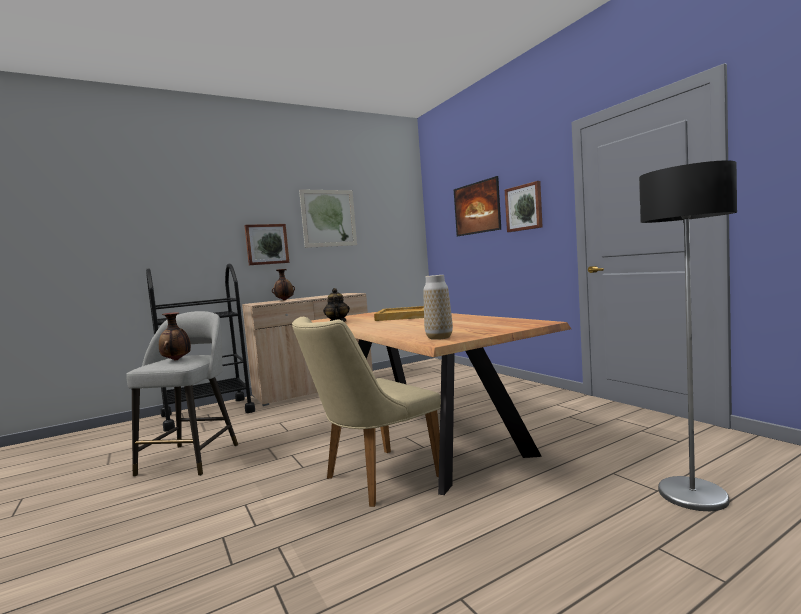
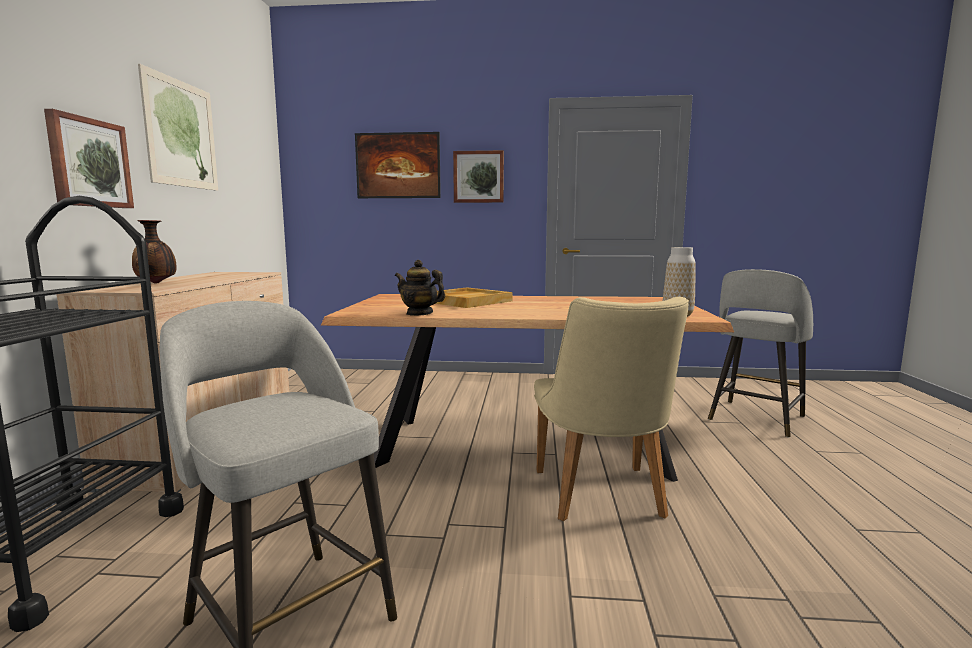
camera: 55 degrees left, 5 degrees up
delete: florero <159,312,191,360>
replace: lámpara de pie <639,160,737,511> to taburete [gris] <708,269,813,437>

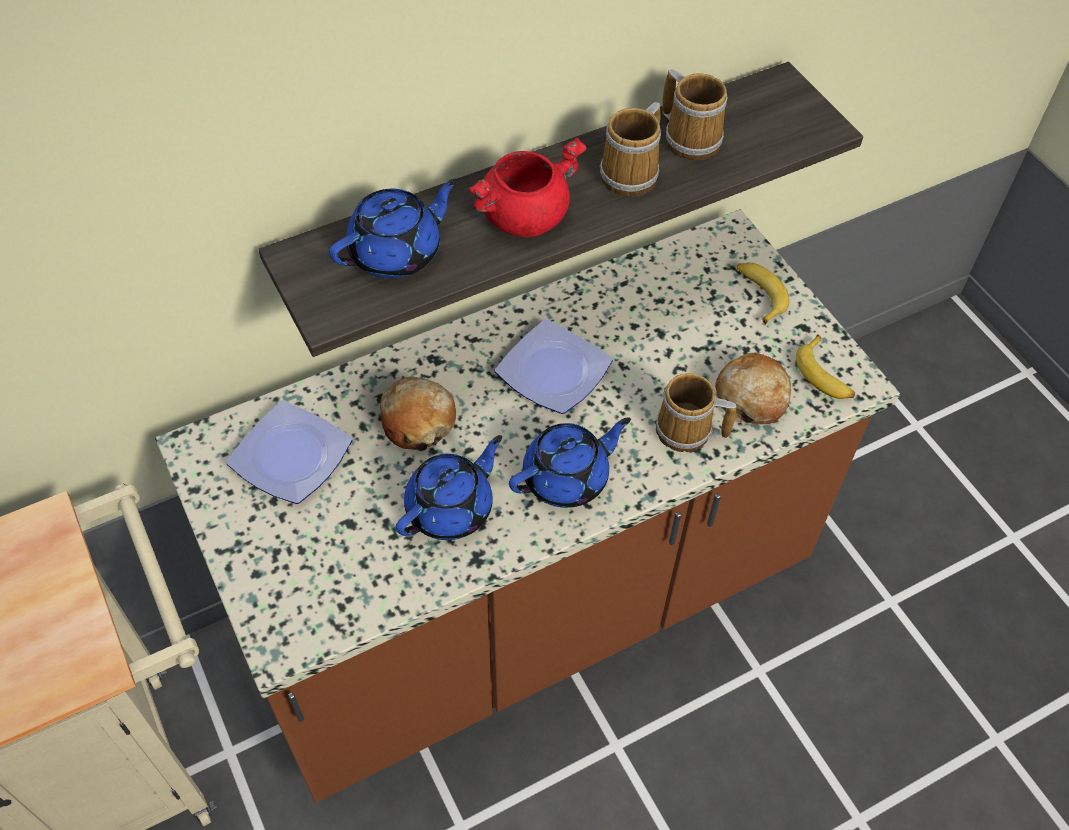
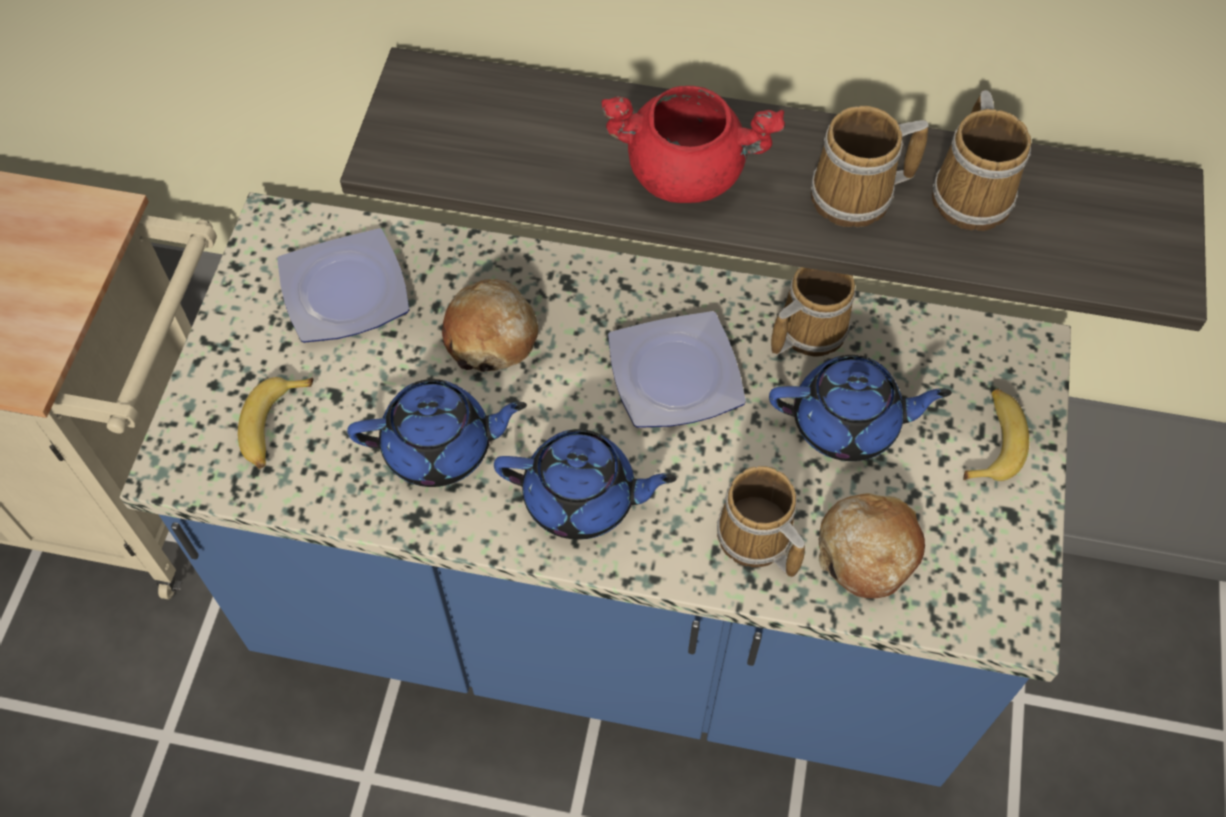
camera: 40 degrees right, 5 degrees up
insert: taza grande <771,267,856,357>
move: tetera [azul] <329,179,458,278> to <769,355,952,461>; plátano <796,334,855,399> to <238,377,314,469>
recolor: mueble bajo de cocina [marrón] <155,209,900,803> to mueble bajo de cocina [azul] <120,192,1071,787>

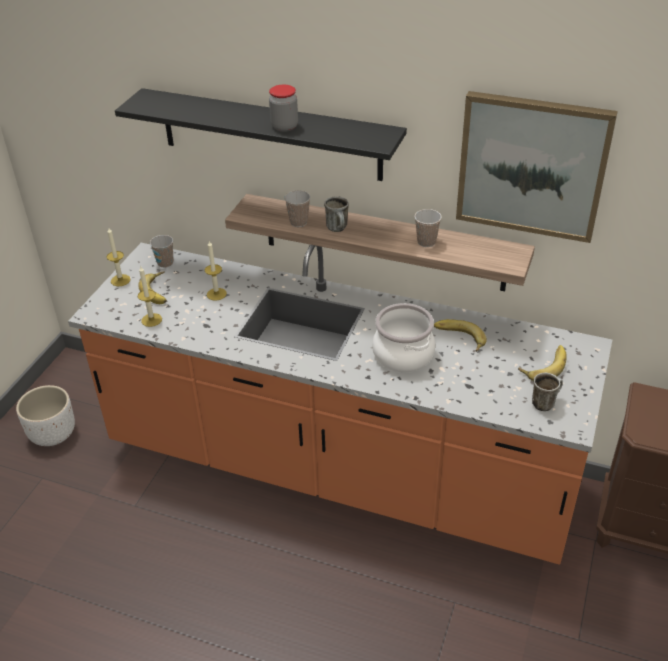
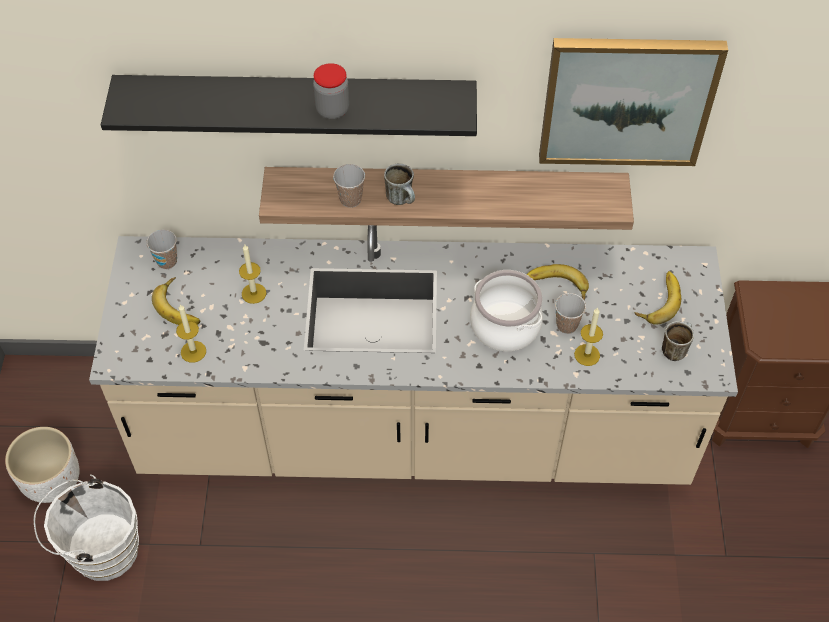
camera: 20 degrees left, 15 degrees up
insert: cubo [blanco] <34,474,139,581>
move: vela <107,228,131,286> to <574,307,603,366>; taza <414,209,442,247> to <555,293,586,334>
recolor: mueble bajo de cocina [naranja] <68,243,612,565> to mueble bajo de cocina [beis] <89,225,738,485>

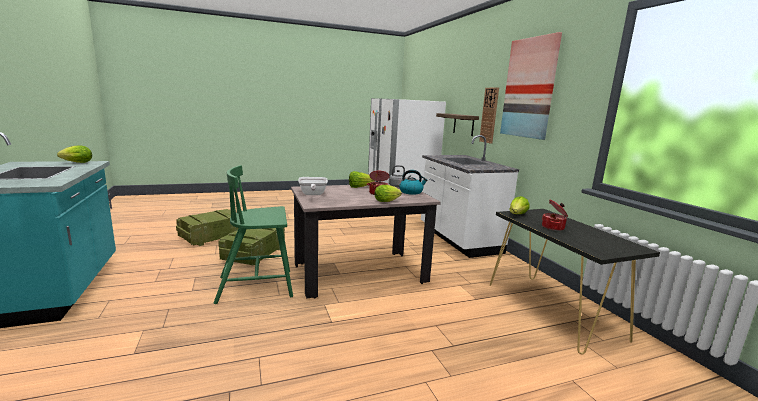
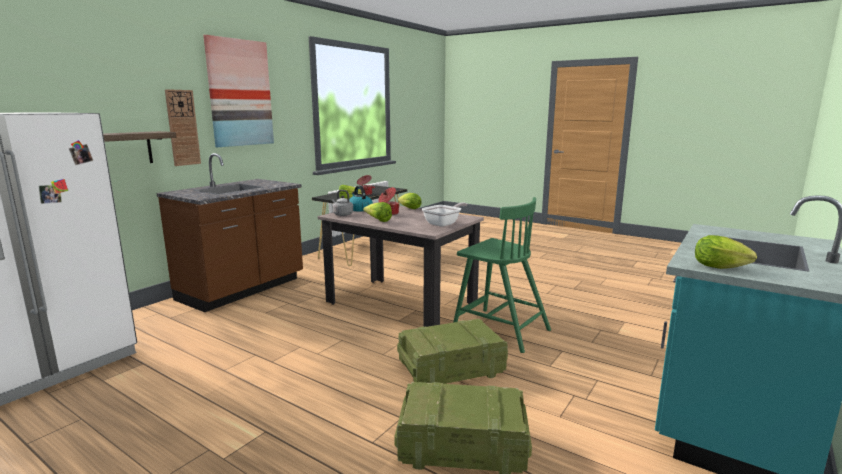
camera: 125 degrees left, 0 degrees up
recolor: mueble bajo de cocina [blanco] <421,135,519,258> to mueble bajo de cocina [marrón] <156,153,303,312>

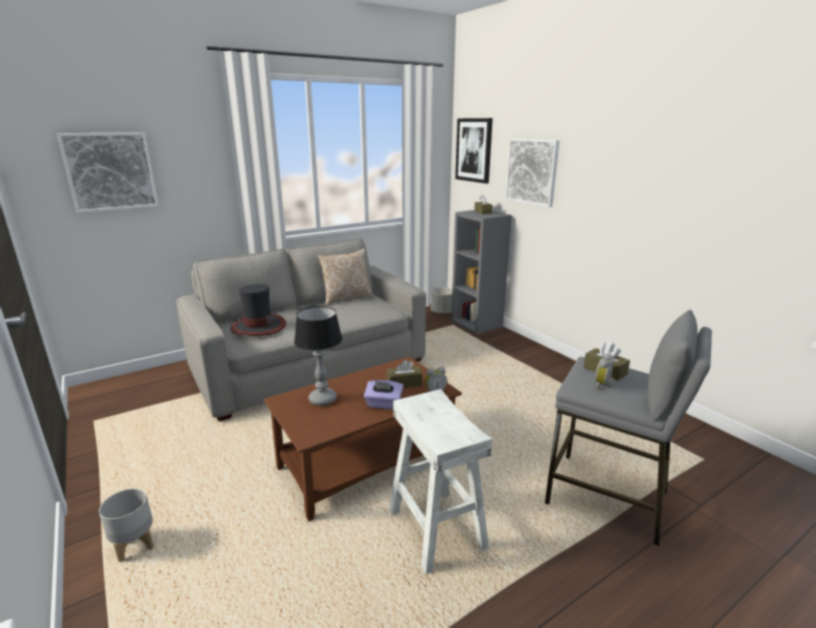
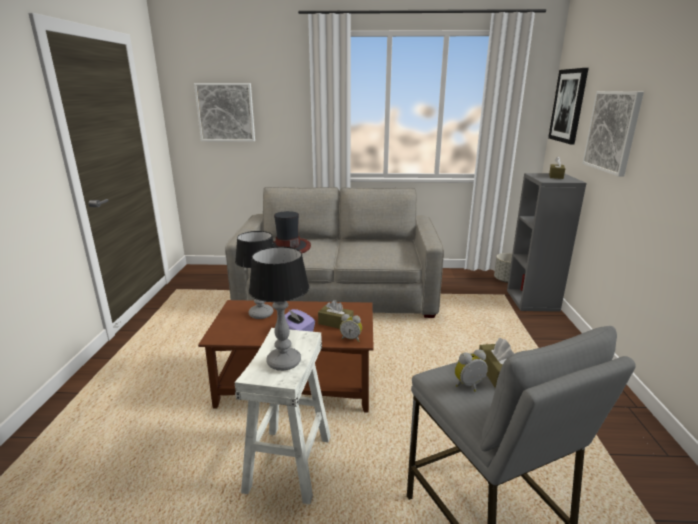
camera: 35 degrees right, 0 degrees up
delete: maceta [gris] <99,488,154,562>; cojín <318,249,374,306>
insert: lámpara de mesa <249,247,309,371>

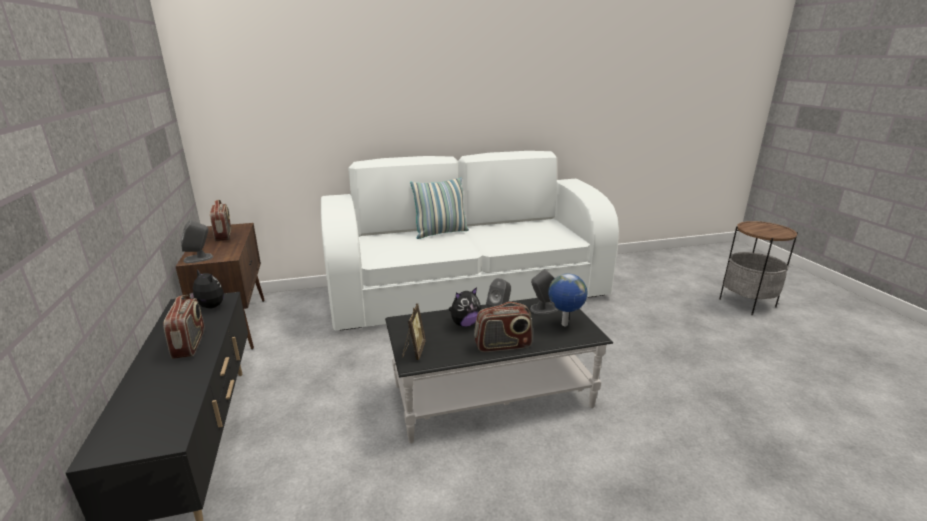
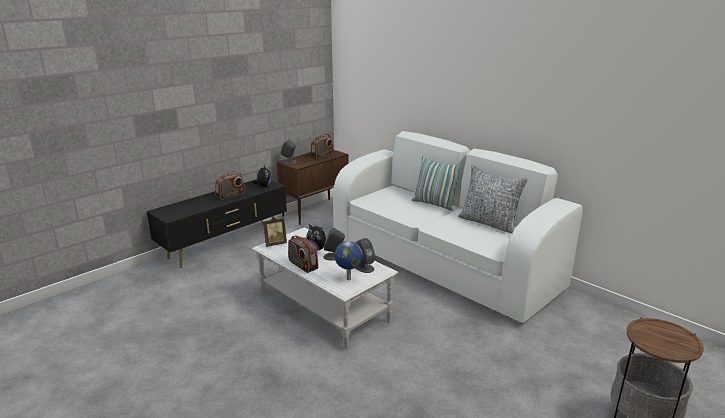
camera: 60 degrees right, 0 degrees up
insert: cojín <458,165,528,234>
recolor: mesa de centro [negro] <385,298,613,443> to mesa de centro [blanco] <252,227,399,349>

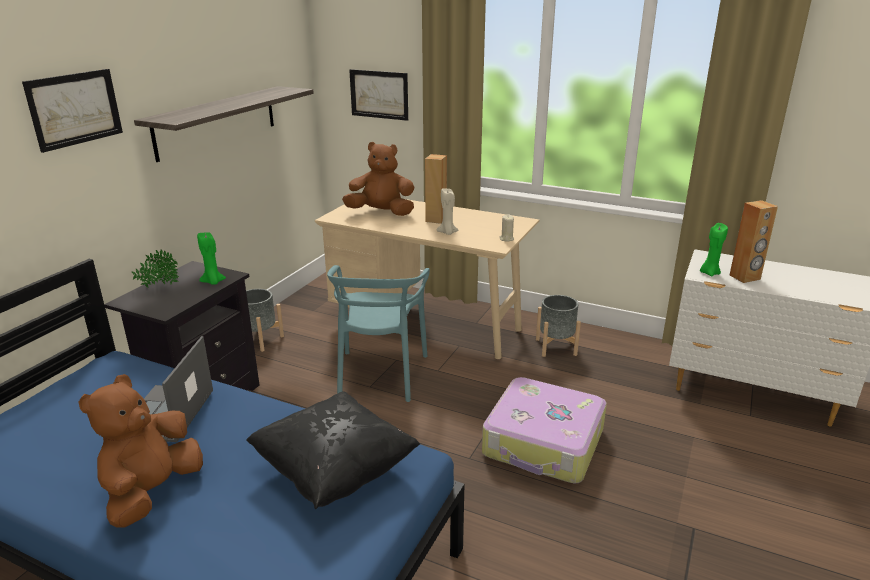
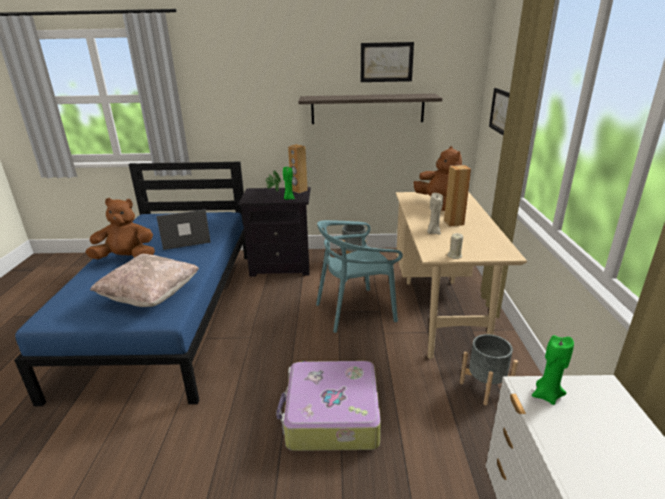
camera: 65 degrees right, 0 degrees up
move: cuadro <22,69,123,153> to <361,42,414,82>; altavoz [marrón] <729,200,778,283> to <288,144,308,193>
recolor: cojín [negro] <246,391,420,509> to cojín [beis] <90,254,199,307>

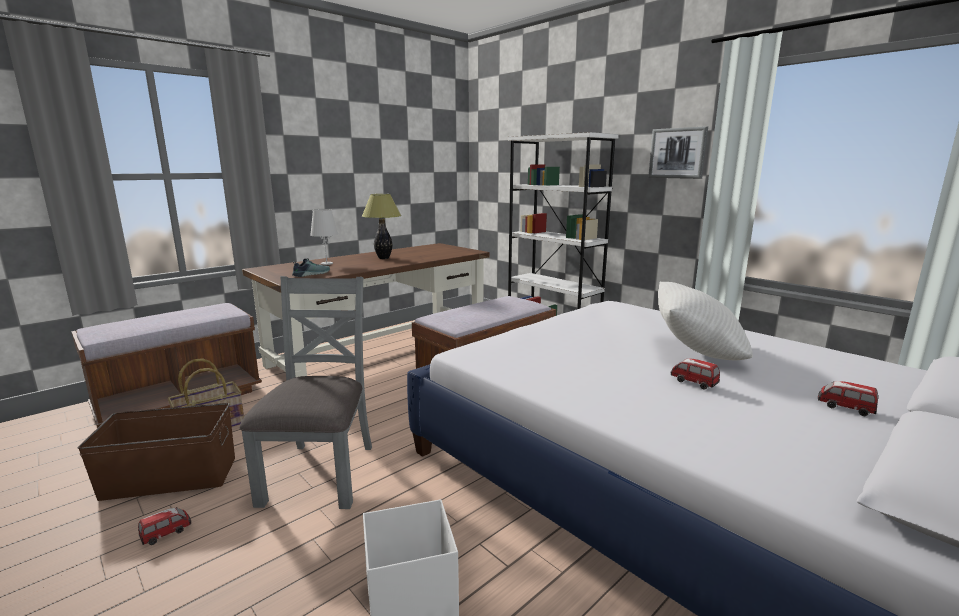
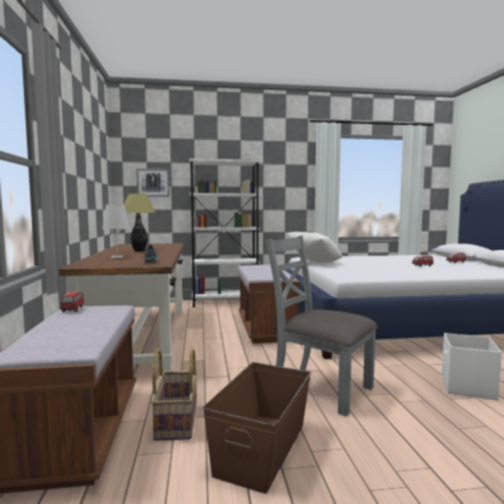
camera: 55 degrees left, 10 degrees down
move: coche de juguete <138,507,191,545> to <61,292,84,312>; cuadro <648,126,708,179> to <136,168,170,197>; cojín [blanco] <658,282,753,361> to <287,232,343,263>

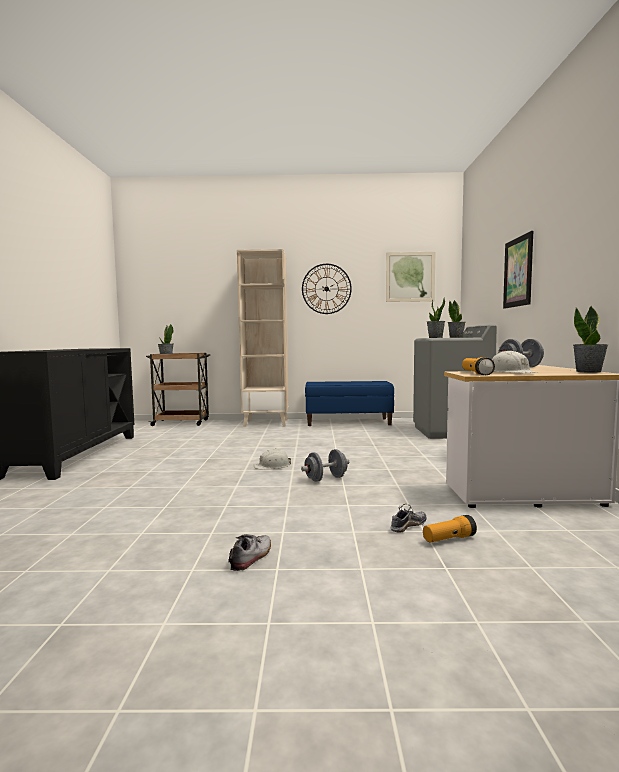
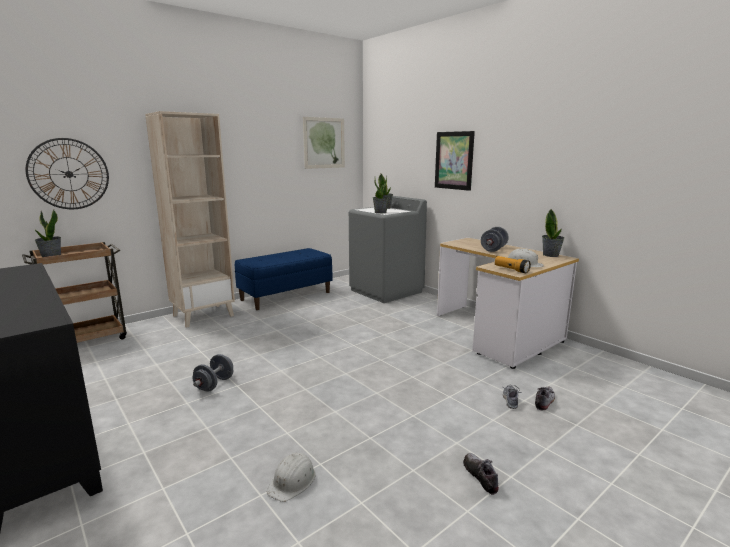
camera: 40 degrees left, 10 degrees up
move: casco [blanco] <253,448,291,469> to <267,453,316,502>; mancuerna [gris] <301,449,349,482> to <192,354,233,392>; reloj de pared <302,264,352,314> to <26,138,109,209>
replace: linterna <423,515,477,543> to zapato <535,387,555,411>

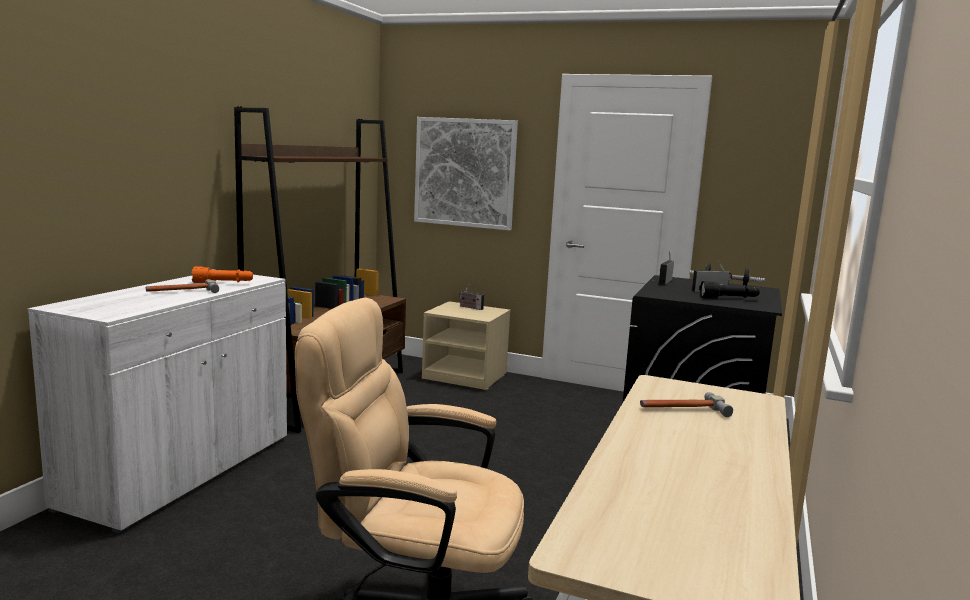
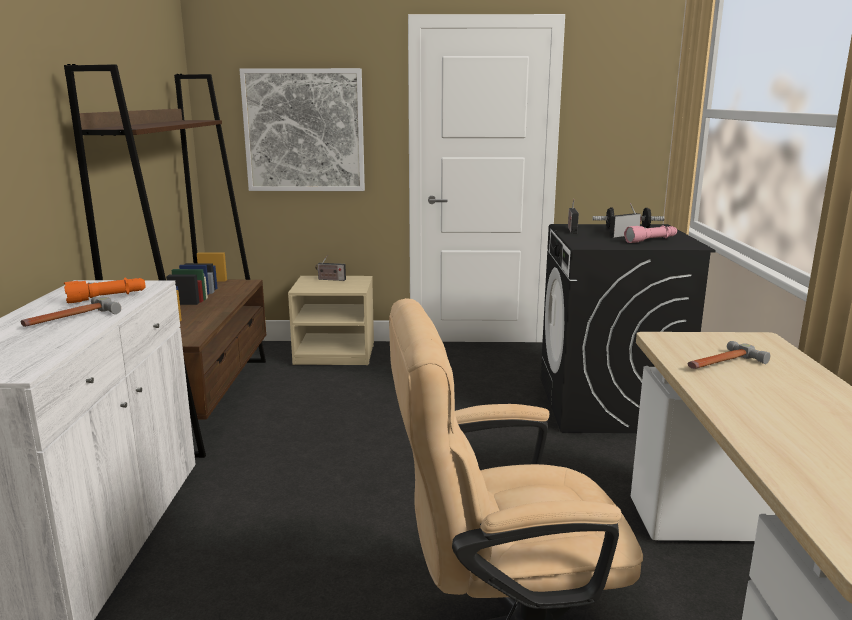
camera: 20 degrees left, 5 degrees up
recolor: linterna [negro] <699,281,760,298> to linterna [rosa] <624,225,677,243>

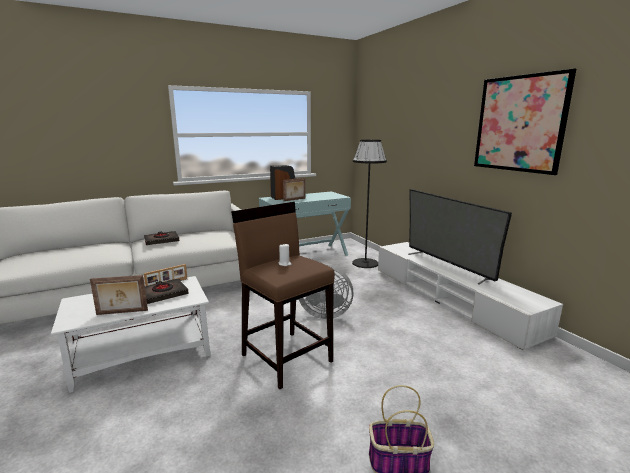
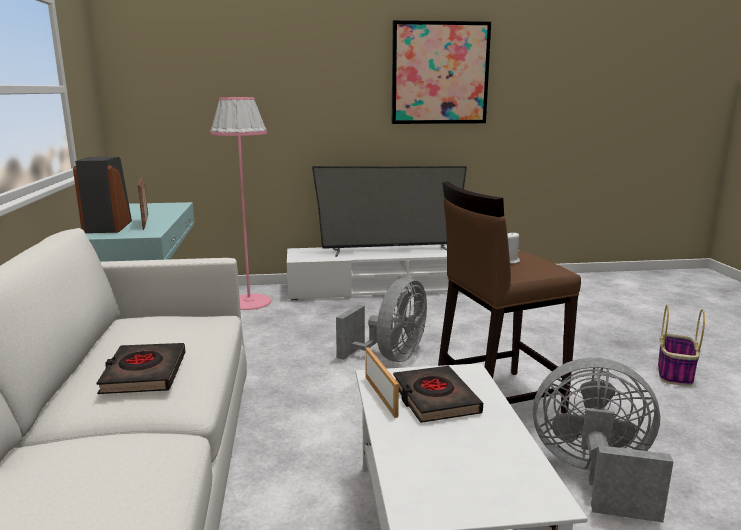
camera: 70 degrees left, 0 degrees up
delete: portarretratos <90,275,148,315>
insert: ventilador [gris] <533,358,673,523>
recolor: lámpara de pie [negro] <352,140,387,268> to lámpara de pie [rosa] <210,97,271,310>

